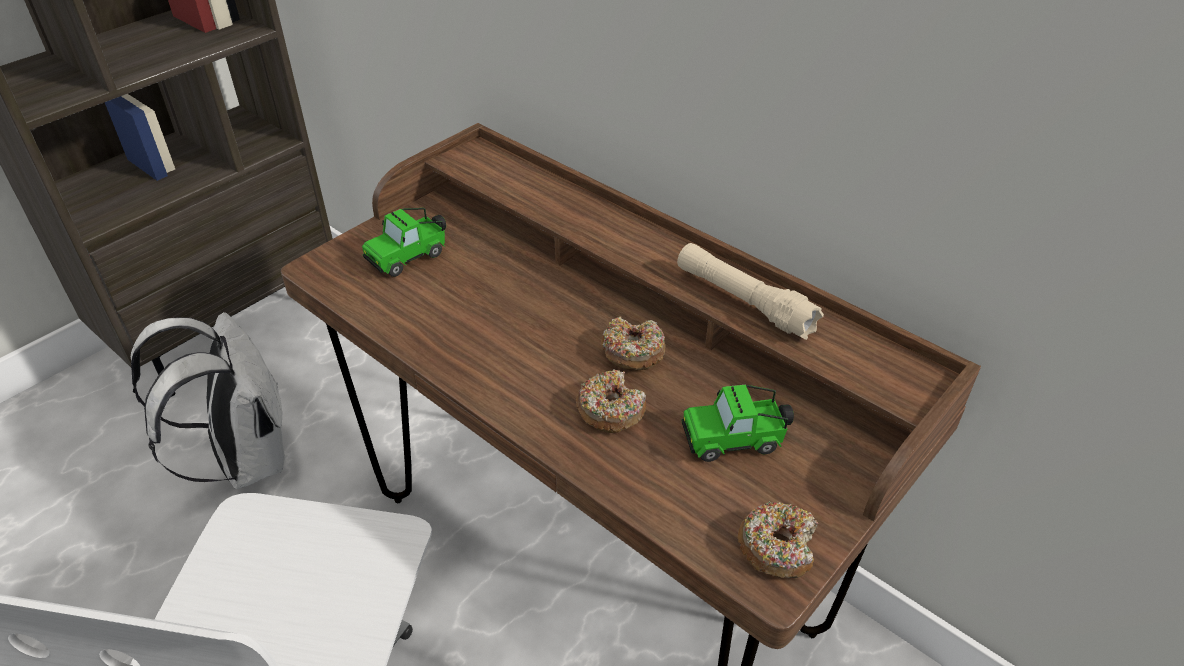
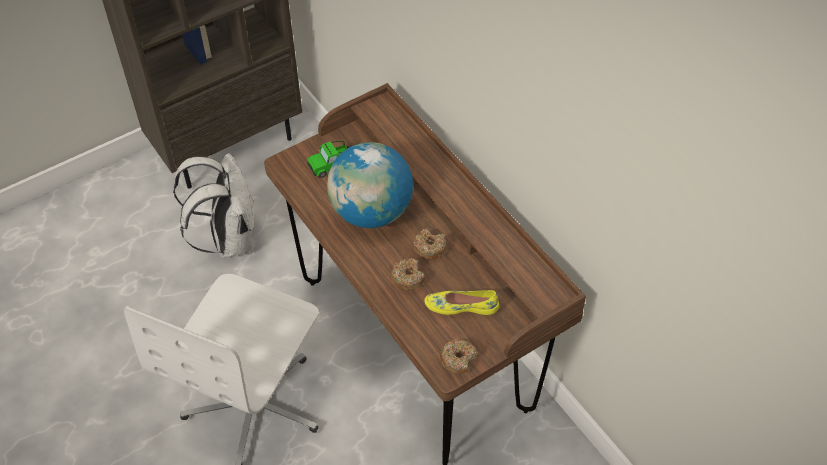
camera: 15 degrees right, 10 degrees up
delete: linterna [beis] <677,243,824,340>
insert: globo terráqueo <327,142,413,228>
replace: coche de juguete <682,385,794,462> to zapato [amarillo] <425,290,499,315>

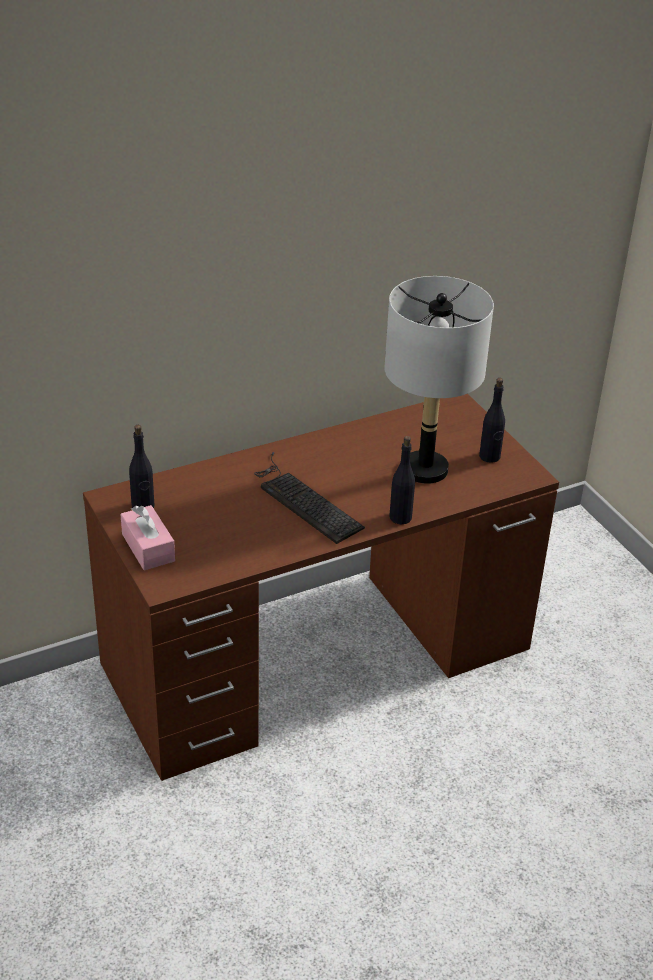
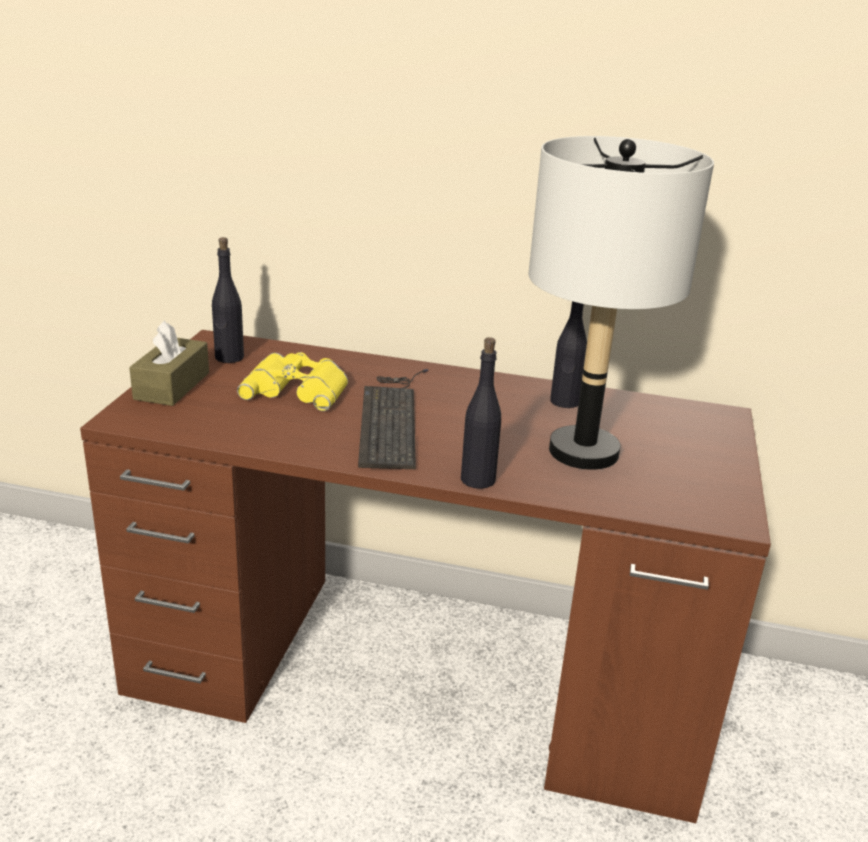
camera: 40 degrees right, 10 degrees down
insert: prismáticos [amarillo] <237,352,348,411>
move: botella [negro] <479,378,505,463> to <550,301,587,408>
recolor: caja de pañuelos [rosa] <120,505,175,570> to caja de pañuelos [marrón] <129,321,209,406>

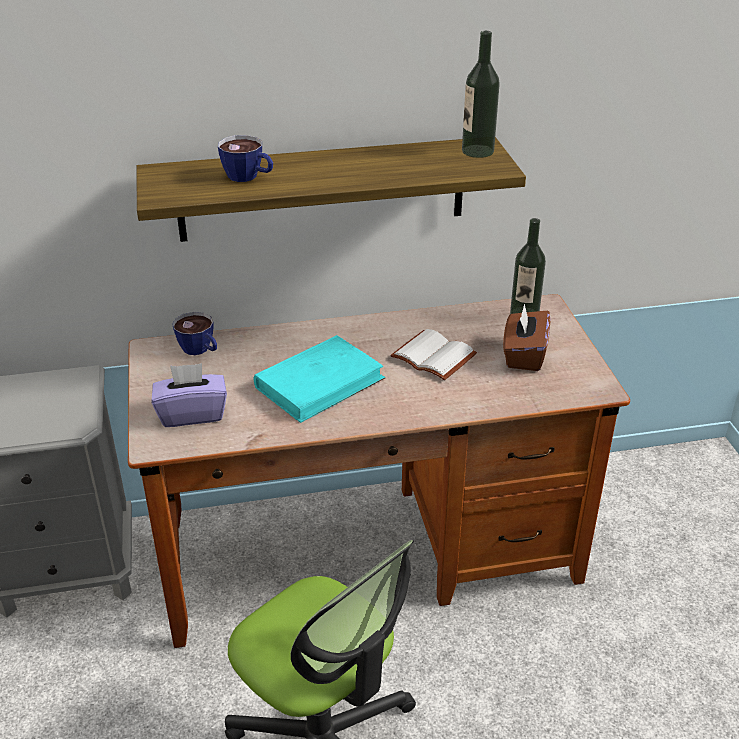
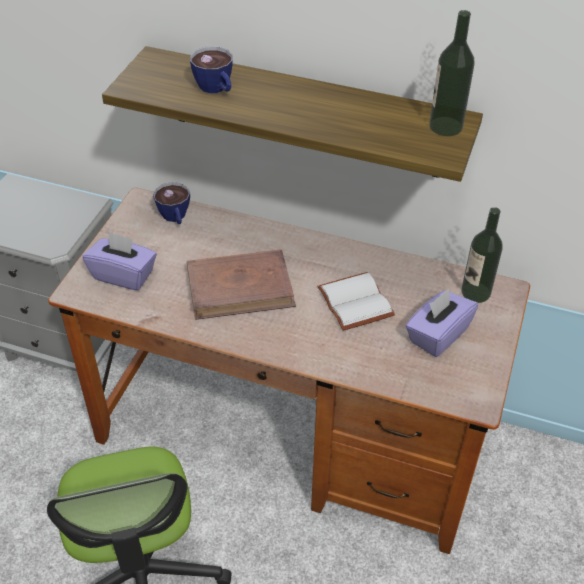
camera: 30 degrees right, 10 degrees up
recolor: libro [turquesa] <253,335,385,423> to libro [marrón] <187,249,296,320>; caja de pañuelos [marrón] <503,304,551,371> to caja de pañuelos [morado] <406,289,478,357>

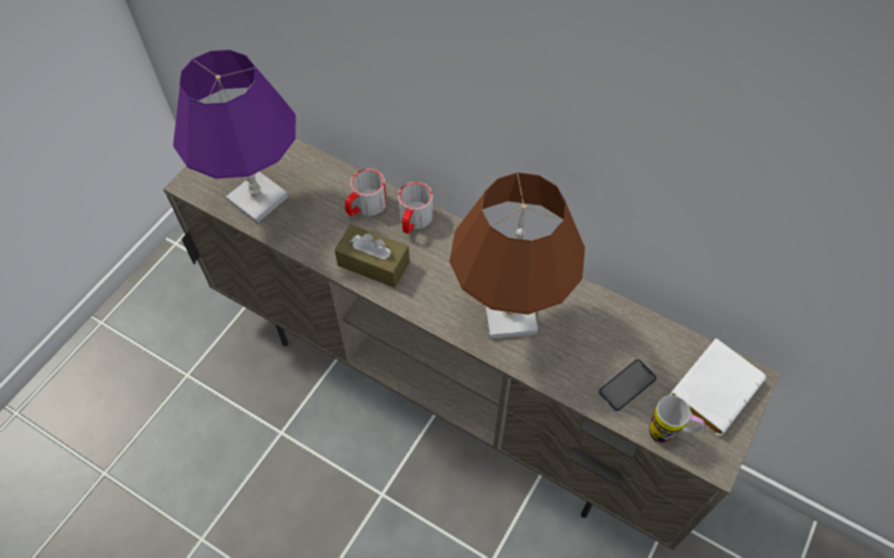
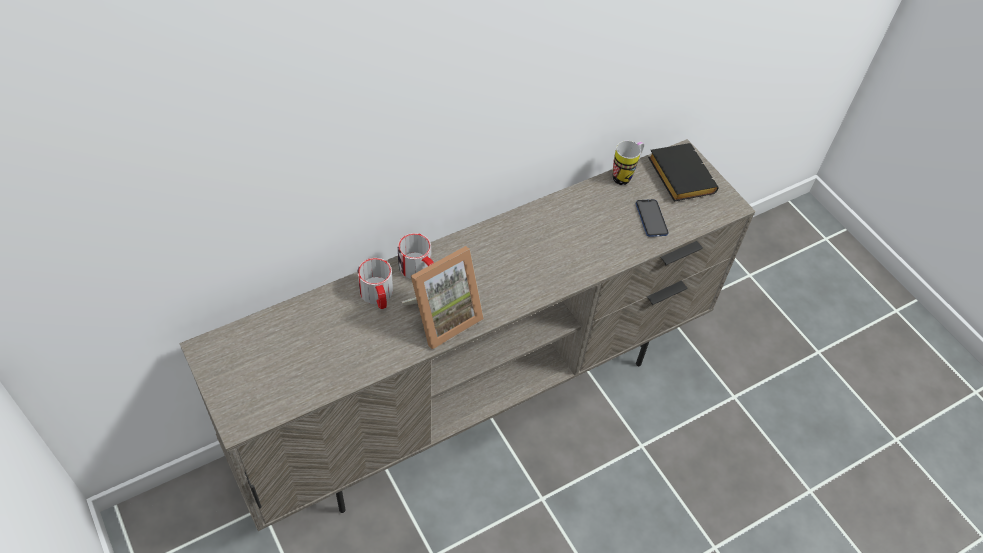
camera: 65 degrees left, 5 degrees down
delete: lámpara de mesa [morado] <173,50,296,223>; lámpara de mesa [marrón] <449,172,585,339>
move: taza grande <649,395,704,443> to <613,141,644,185>
replace: caja de pañuelos [marrón] <335,225,410,288> to portarretratos <401,246,484,349>
recolor: libro [blanco] <670,338,766,436> to libro [negro] <648,143,719,202>

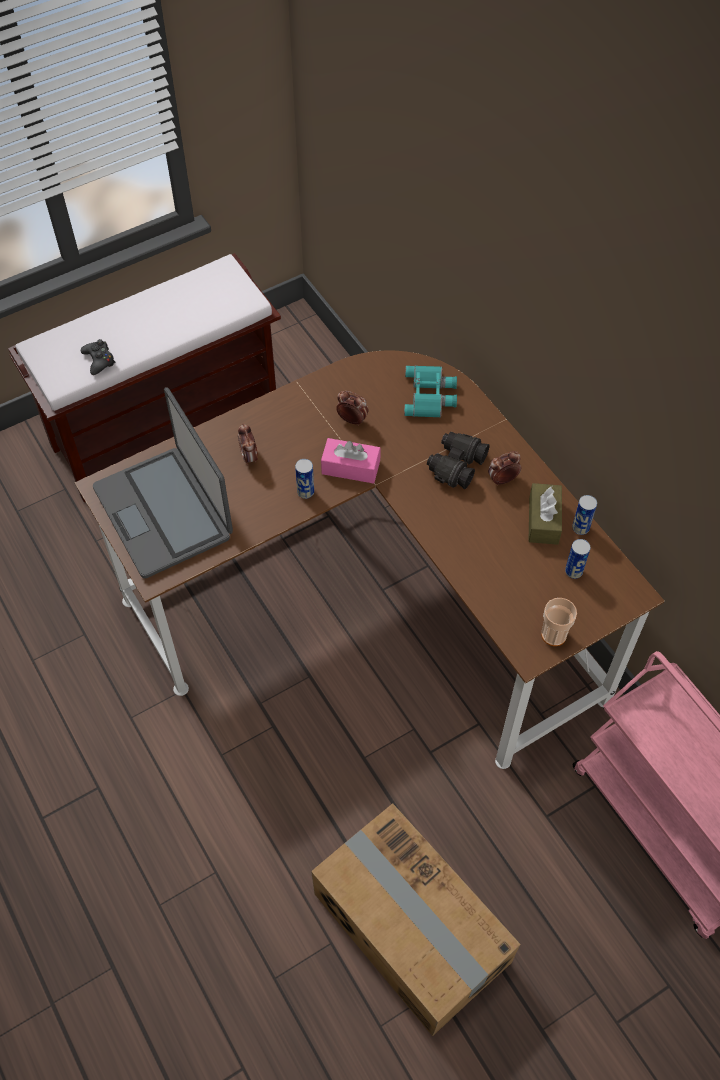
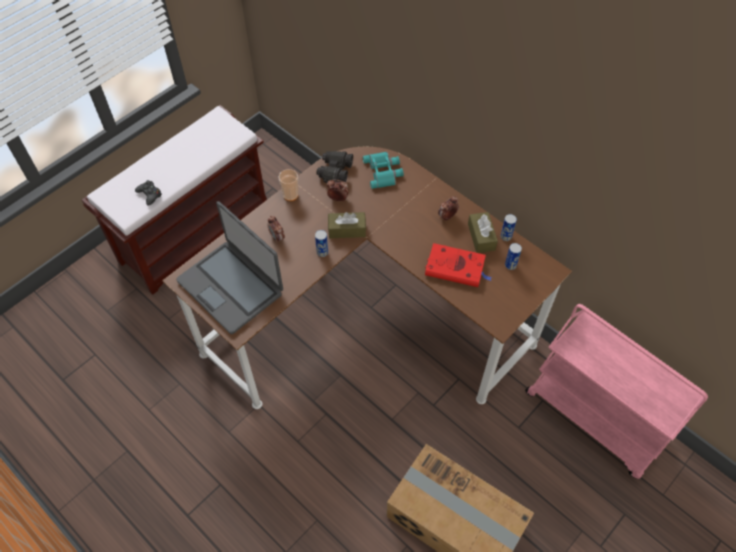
camera: 15 degrees left, 0 degrees up
insert: libro [rojo] <425,243,492,287>
move: prismáticos [negro] <427,432,490,489> to <316,151,353,183>; taza <541,598,577,646> to <279,169,298,201>
recolor: caja de pañuelos [rosa] <321,438,381,484> to caja de pañuelos [marrón] <328,212,366,238>

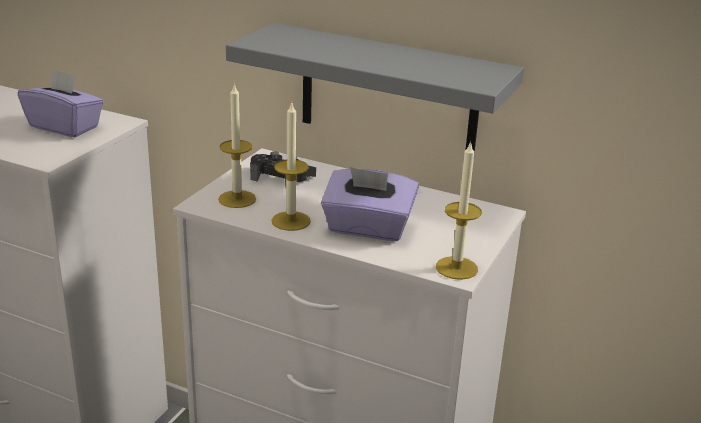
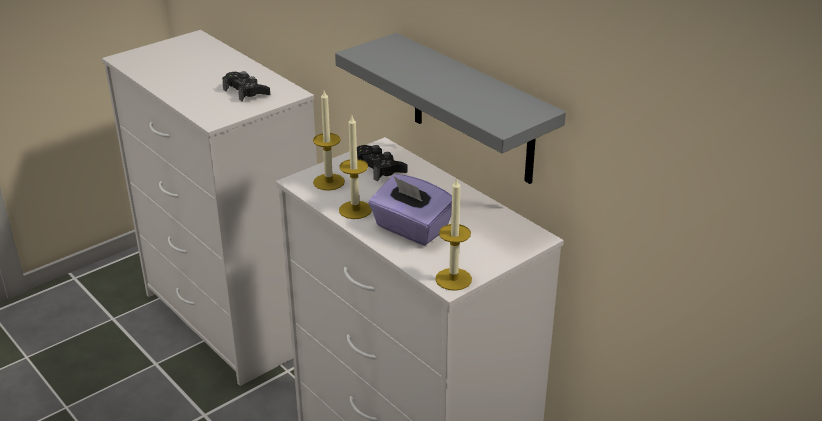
camera: 25 degrees right, 5 degrees up
replace: caja de pañuelos [morado] <18,69,104,137> to mando de consola [negro] <222,71,270,102>

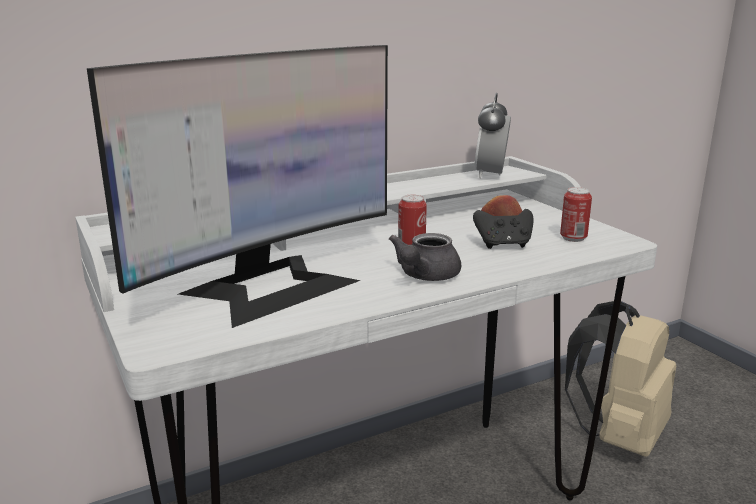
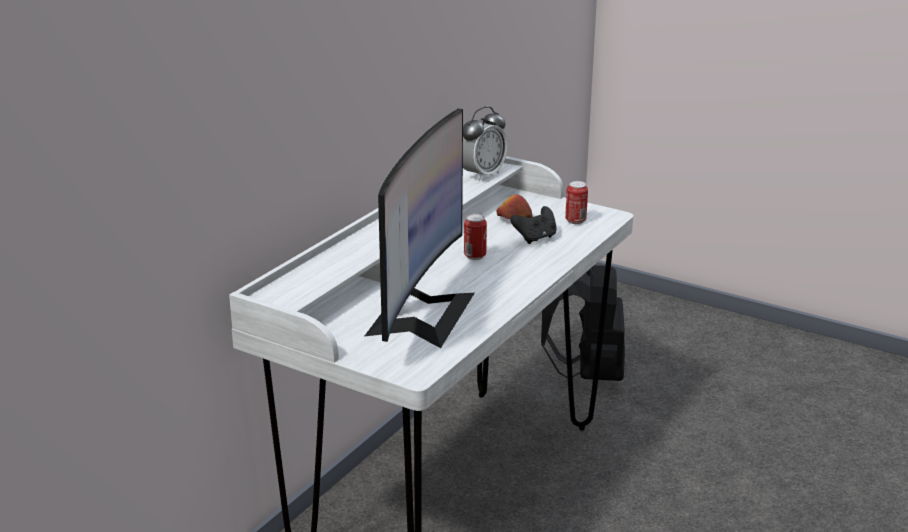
camera: 30 degrees left, 5 degrees up
delete: tetera [gris] <389,233,461,281>
recolor: mochila [beis] <565,301,676,457> to mochila [negro] <541,265,625,381>
rotate: despertador <474,93,511,179> = <463,106,508,181> 120 degrees counterclockwise

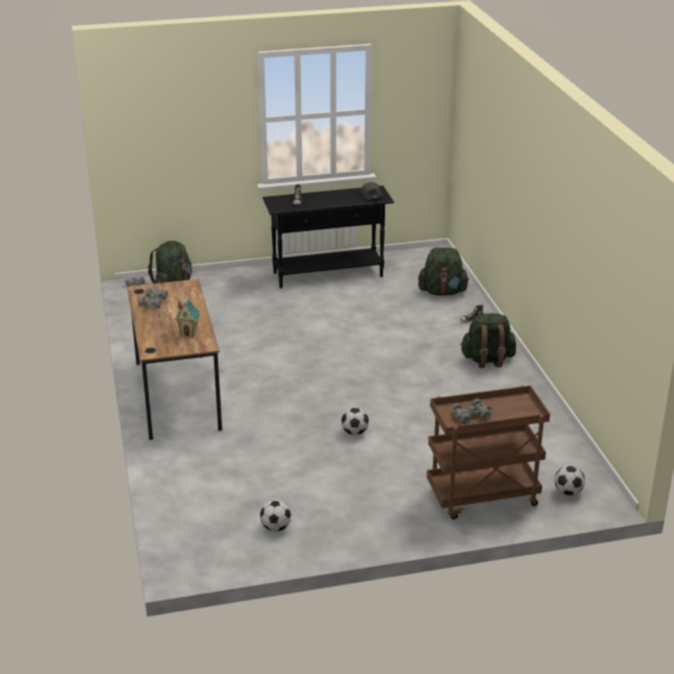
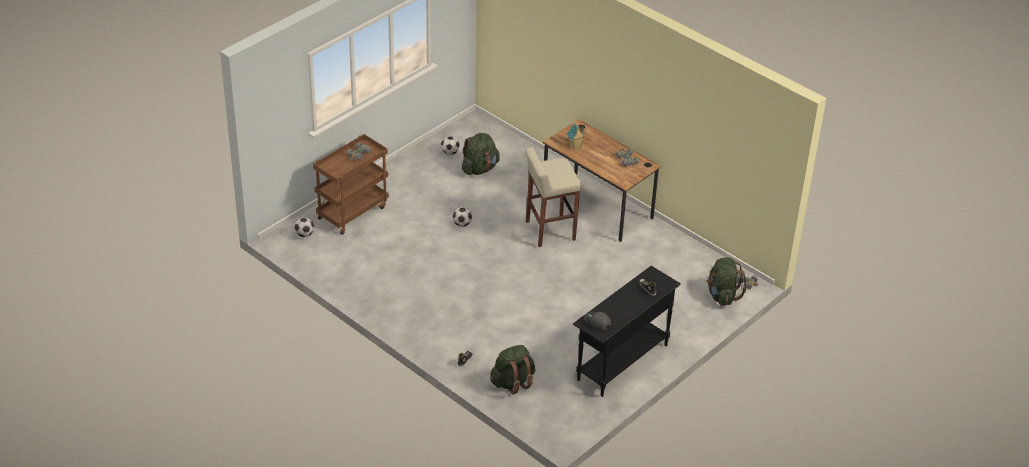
camera: 145 degrees right, 10 degrees up
insert: taburete [beis] <525,147,581,247>
move: mochila [verde] <460,313,516,368> to <462,133,500,175>

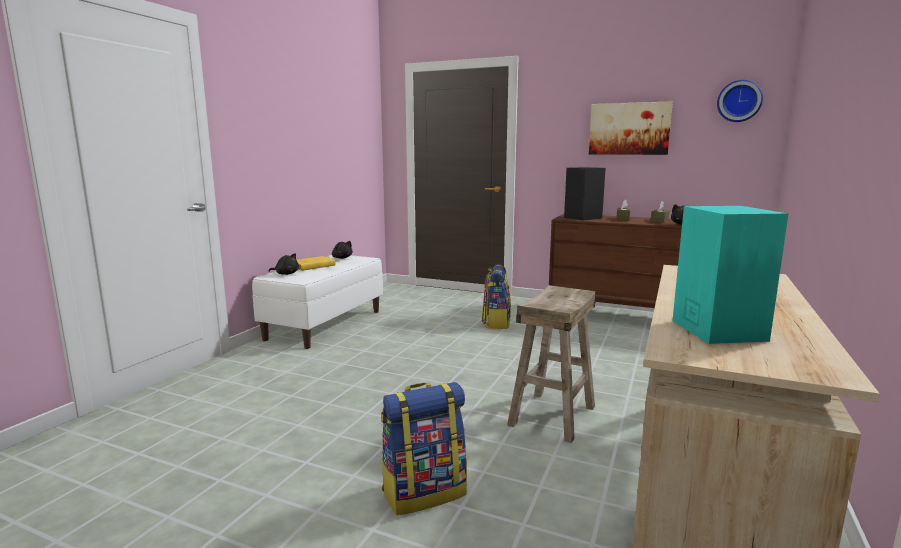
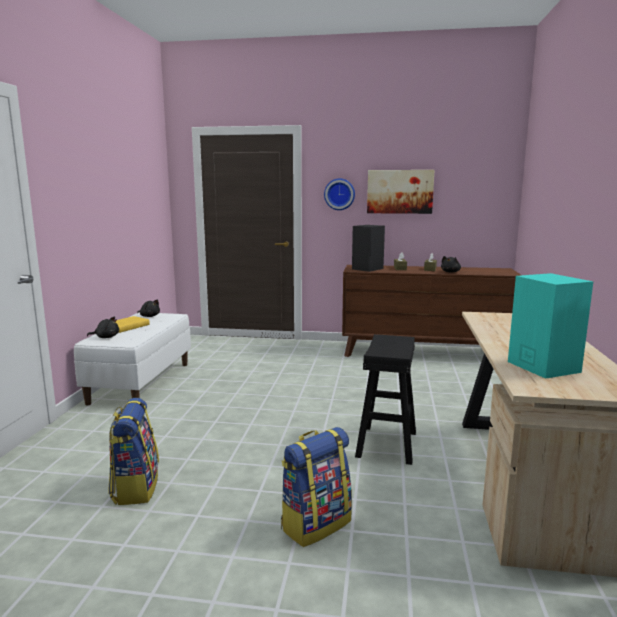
camera: 15 degrees left, 0 degrees up
move: mochila <482,264,511,329> to <109,398,159,505>; reloj de pared <717,80,763,122> to <324,179,355,210>
recolor: taburete [beis] <507,285,596,443> to taburete [negro] <355,334,416,465>

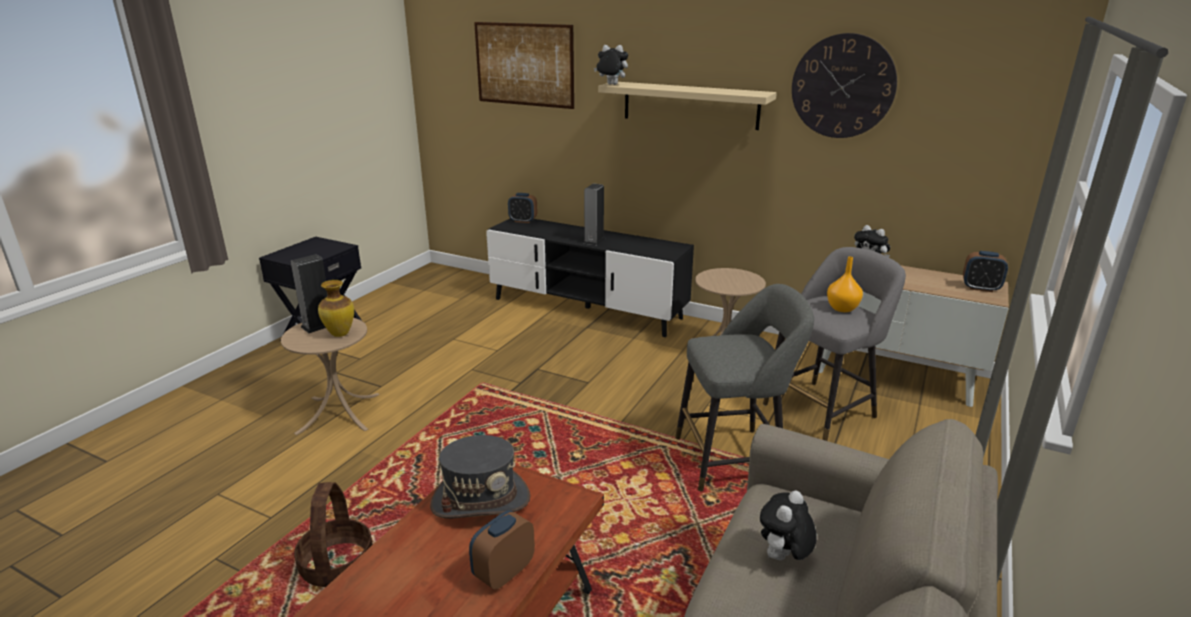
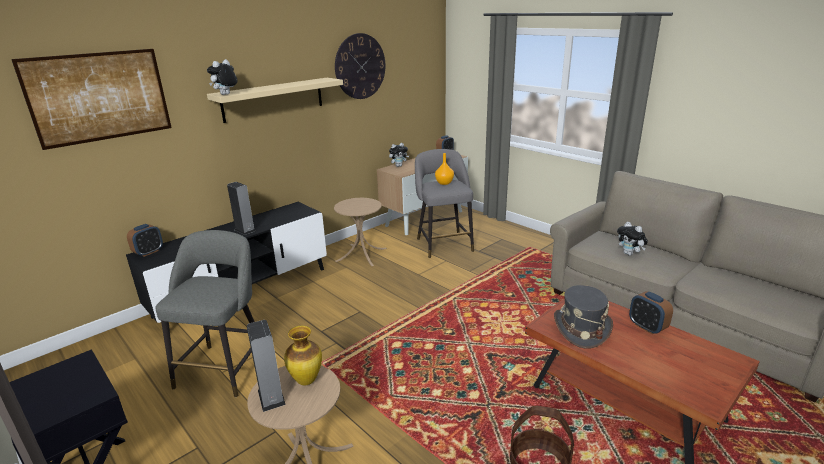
camera: 70 degrees left, 0 degrees up
move: taburete [gris] <675,284,814,491> to <155,230,255,397>

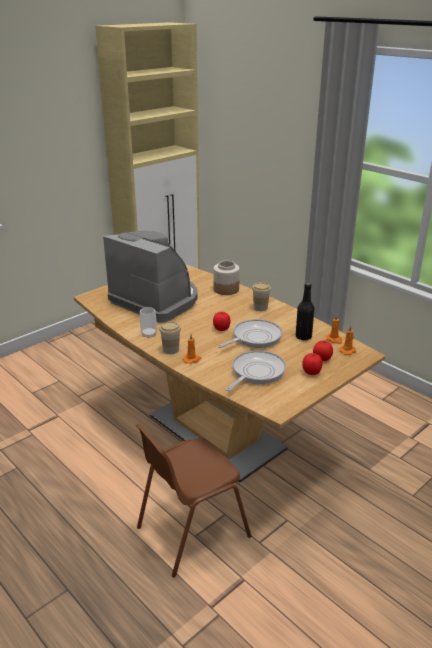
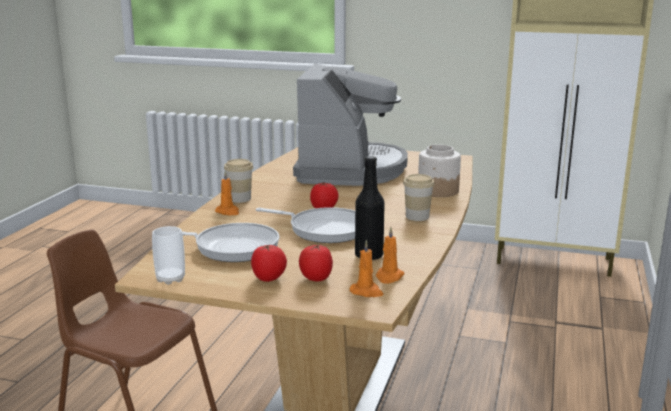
camera: 60 degrees right, 10 degrees down
move: taza <140,307,157,338> to <152,226,185,285>

